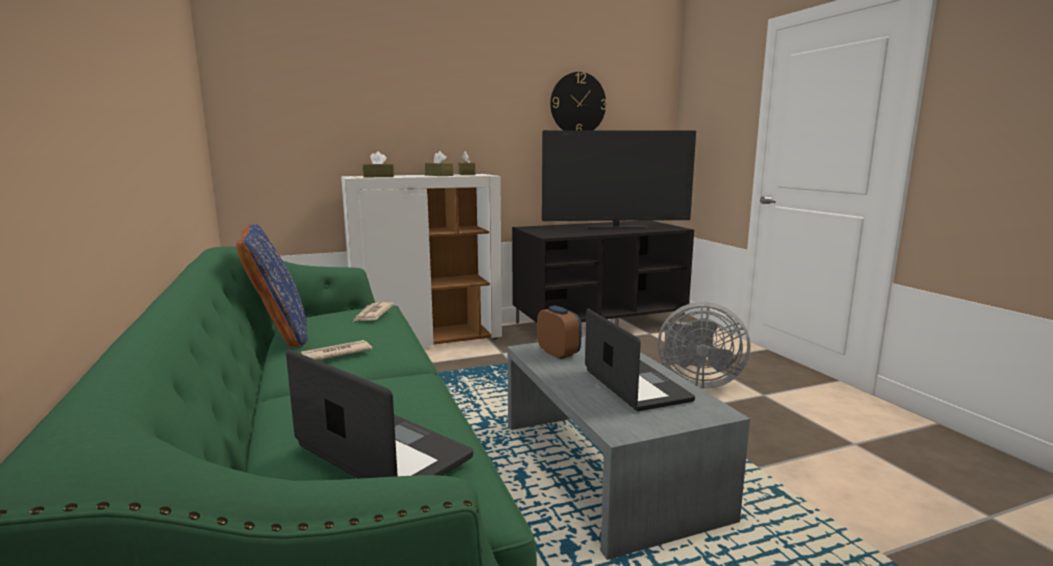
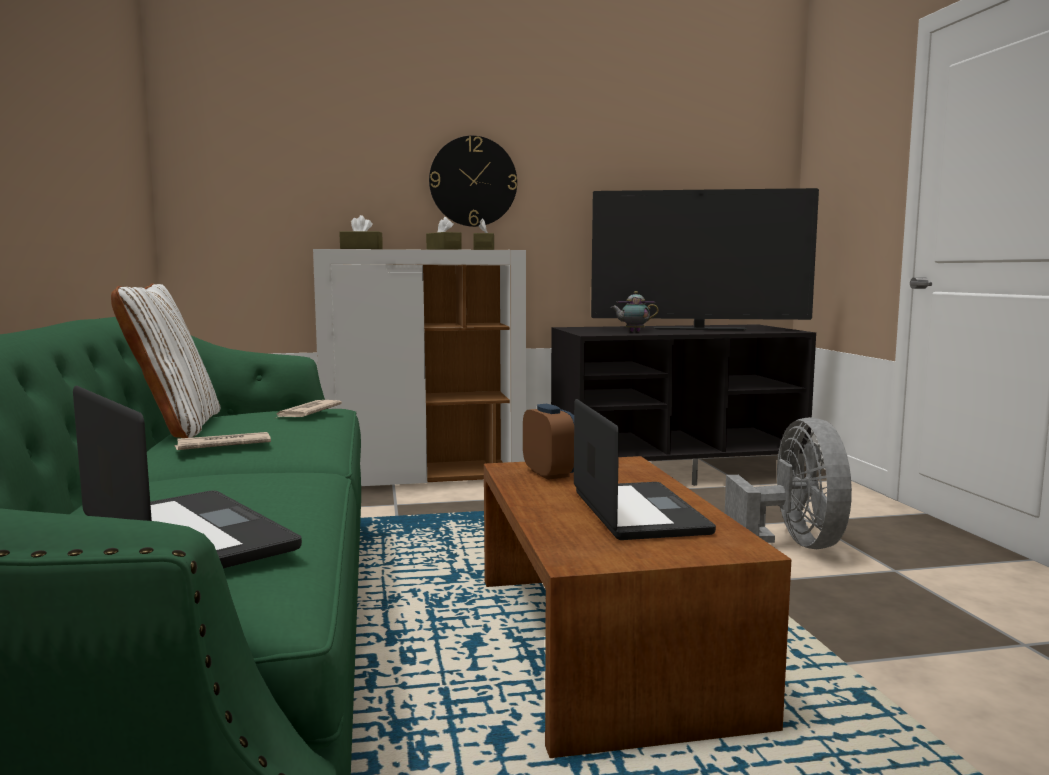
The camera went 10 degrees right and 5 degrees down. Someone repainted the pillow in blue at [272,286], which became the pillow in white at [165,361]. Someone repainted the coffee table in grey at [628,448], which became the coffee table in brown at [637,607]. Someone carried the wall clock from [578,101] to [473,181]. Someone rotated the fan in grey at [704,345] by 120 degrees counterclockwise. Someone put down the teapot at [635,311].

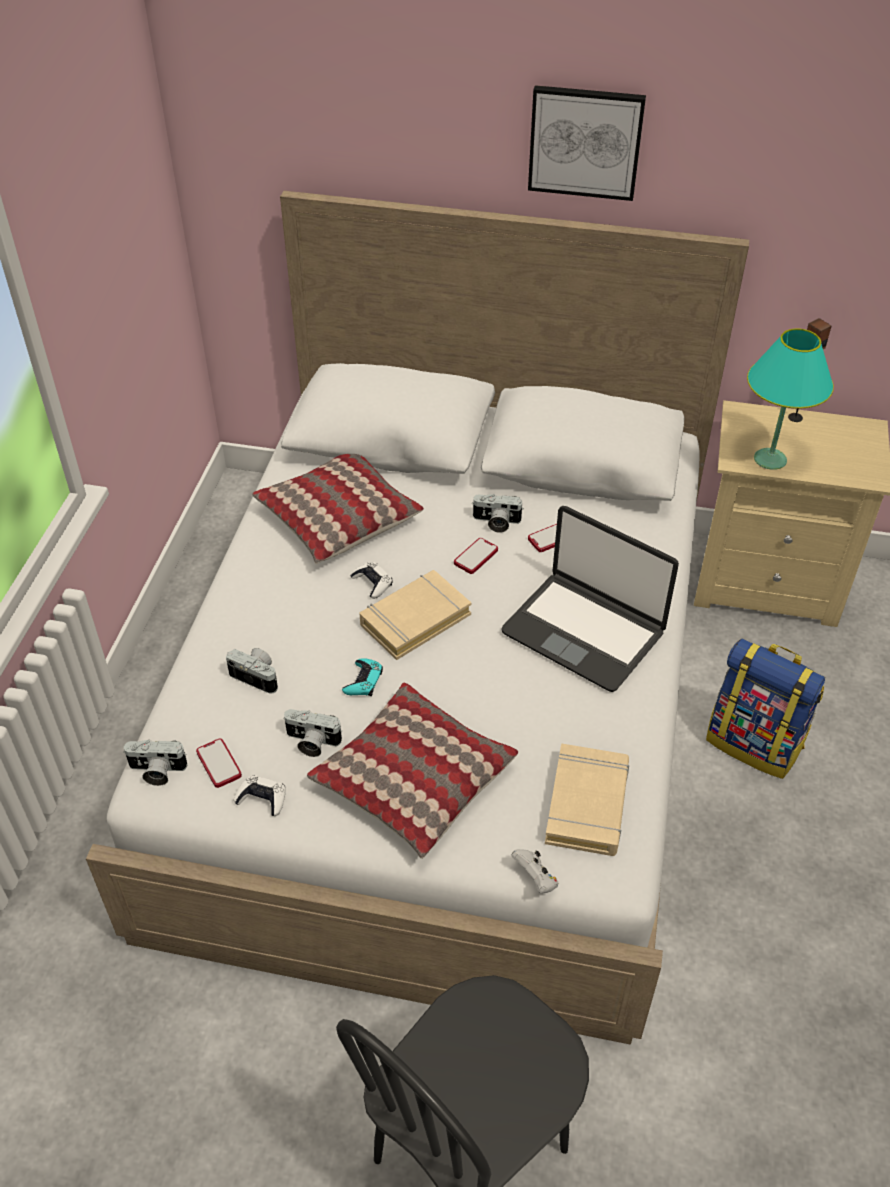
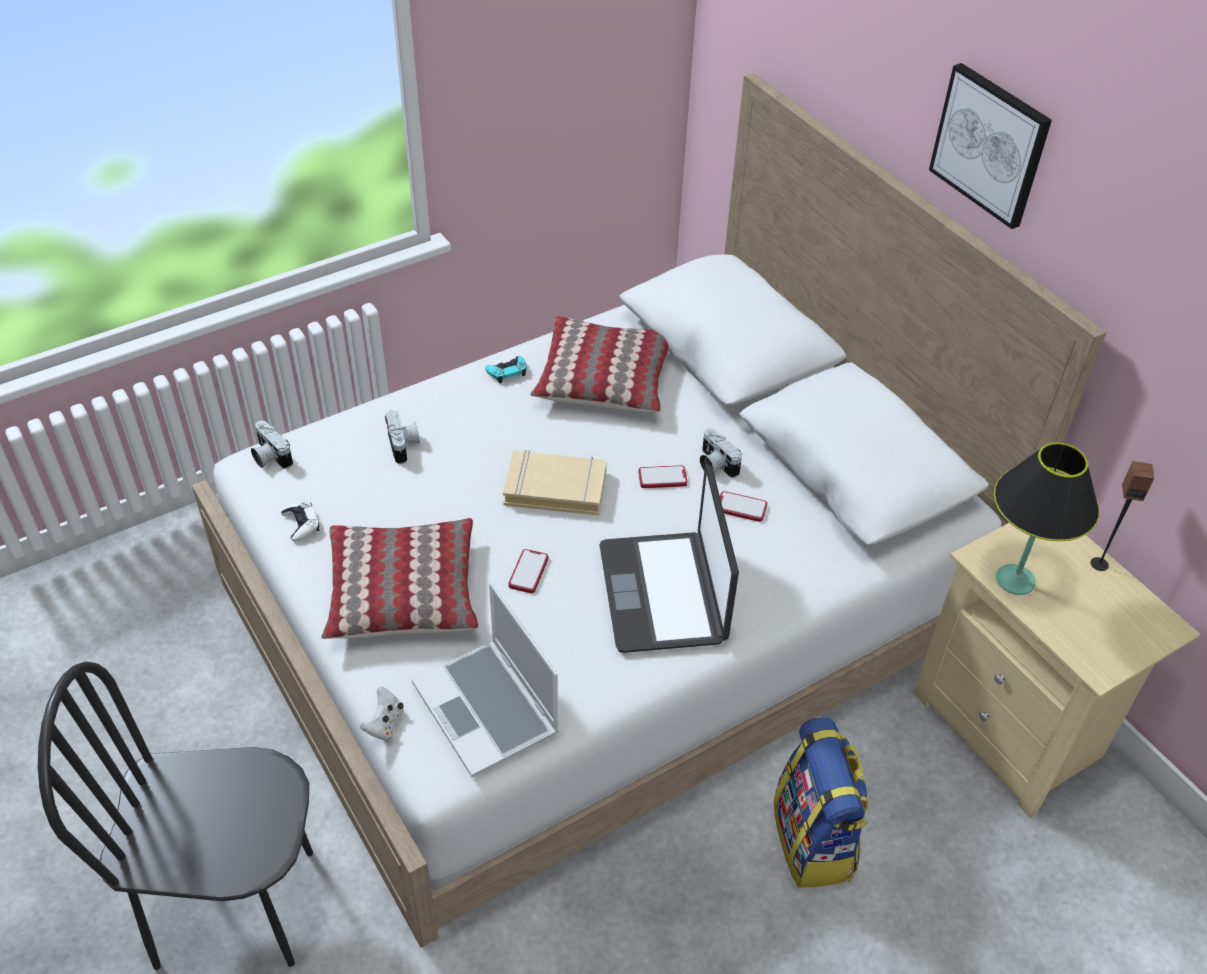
The camera went 45 degrees right and 0 degrees up. Someone carried the phone from [219,763] to [528,571]. Someone took away the photo camera at [312,733]. Someone carried the game controller in turquoise from [362,677] to [505,369]. Someone took away the game controller in white at [372,580]. Someone swapped the book in beige at [587,799] for the laptop at [485,680]. Someone repainted the table lamp in turquoise at [790,399], which became the table lamp in black at [1046,518].

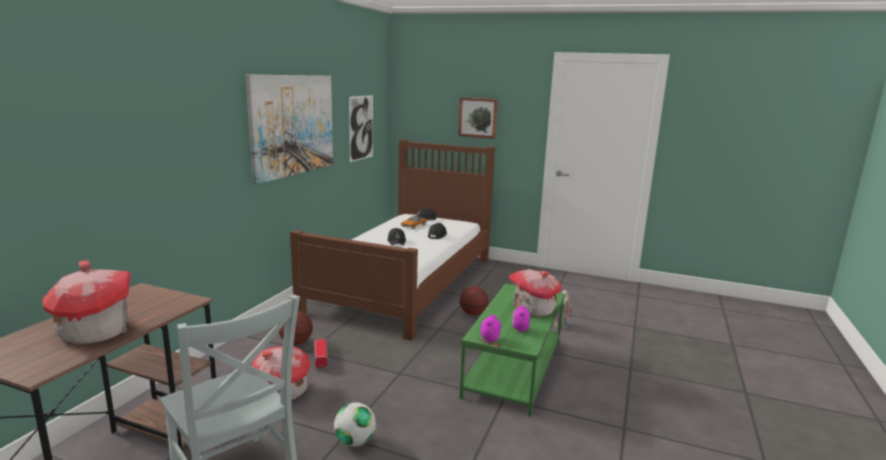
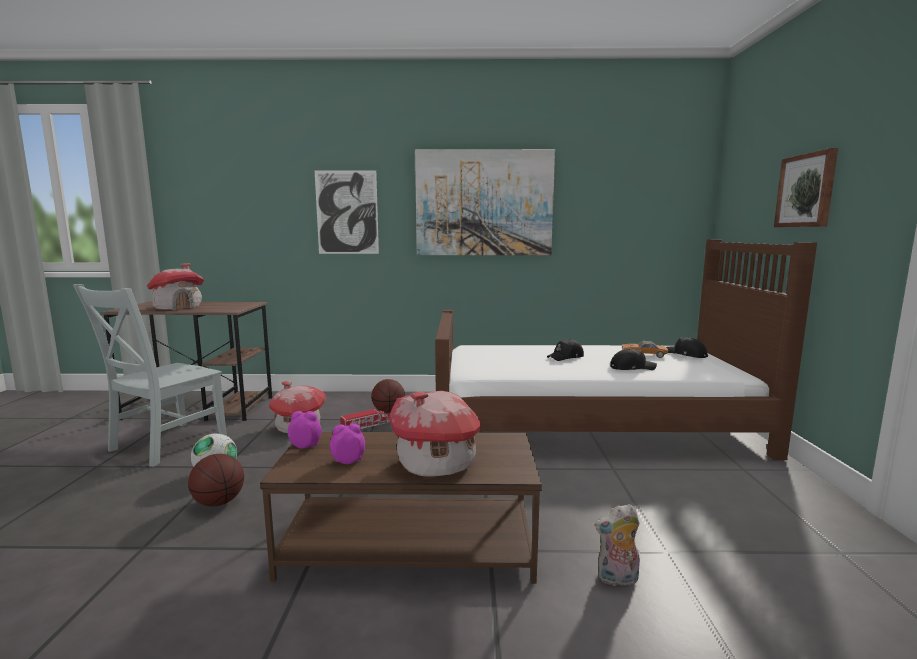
The camera went 70 degrees right and 5 degrees down. Someone carried the picture from [361,128] to [347,212]. Someone repainted the coffee table in green at [512,350], which became the coffee table in brown at [401,508]. Someone carried the basketball from [474,300] to [216,480].

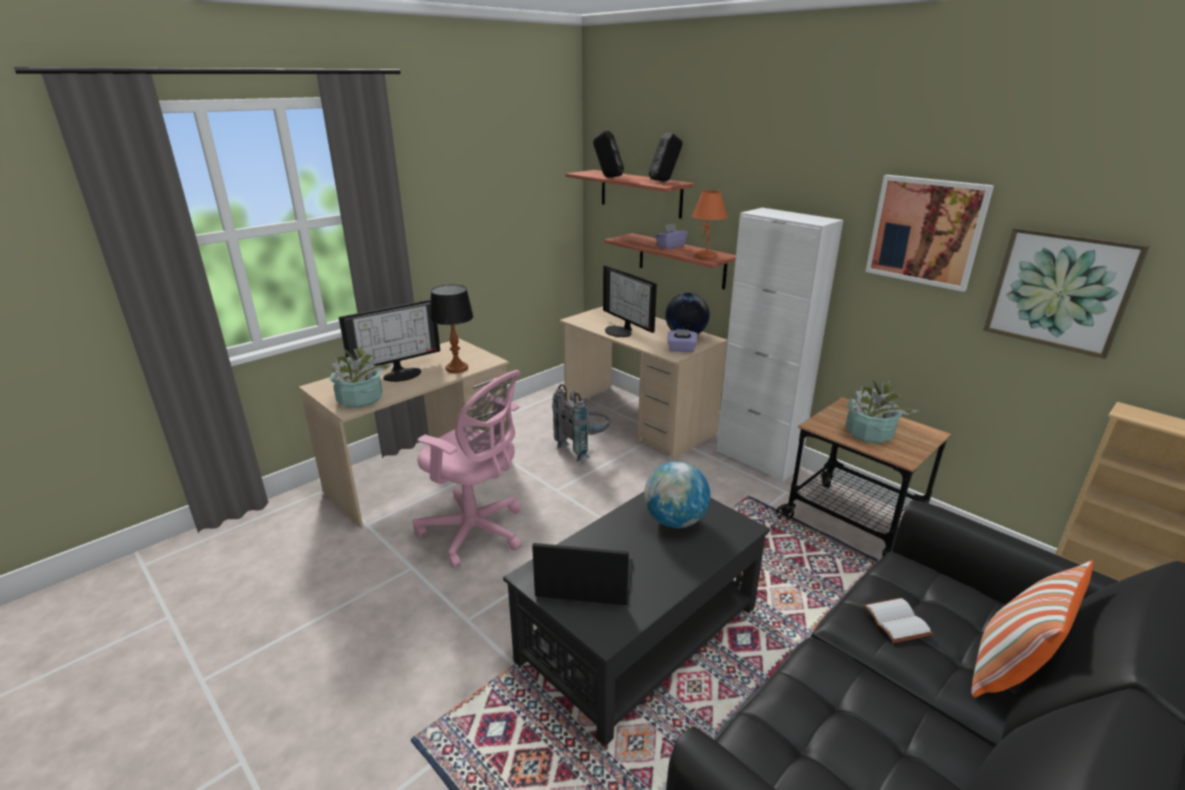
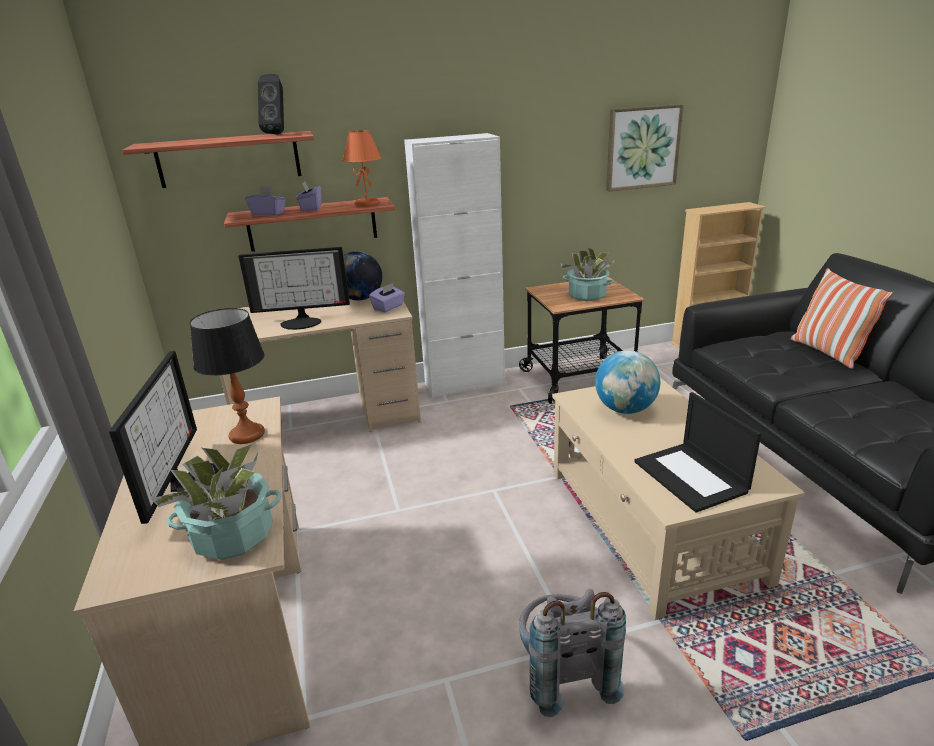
The camera went 60 degrees left and 0 degrees up. Someone took away the office chair in pink at [467,469]. Someone repainted the coffee table in black at [636,619], which became the coffee table in beige at [678,499]. Someone rotated the laptop at [582,574] by 60 degrees counterclockwise. Someone carried the backpack in grey from [581,422] to [572,653]. Someone took away the speaker in black at [608,154]. Someone took away the book in white at [898,620]. Someone took away the picture at [929,233]. Someone put down the tissue box in purple at [265,201].

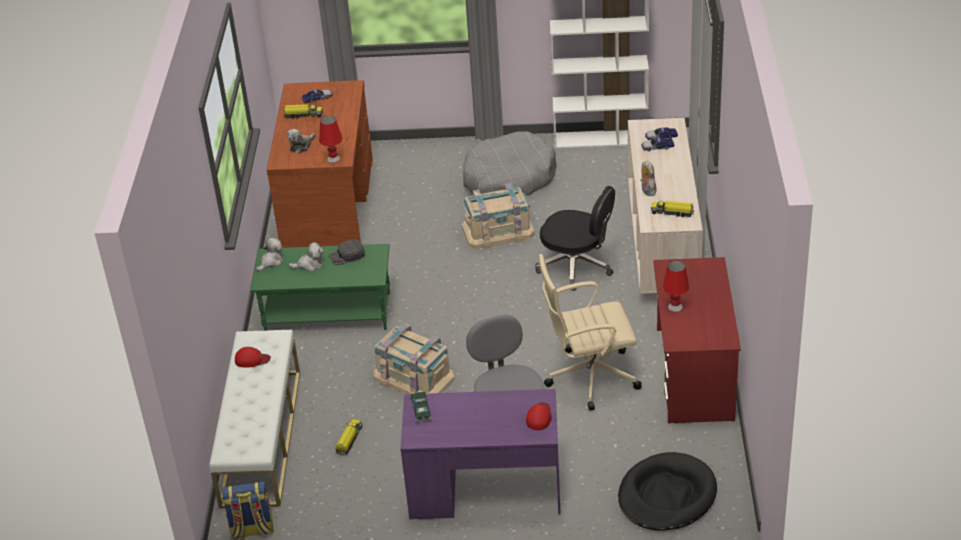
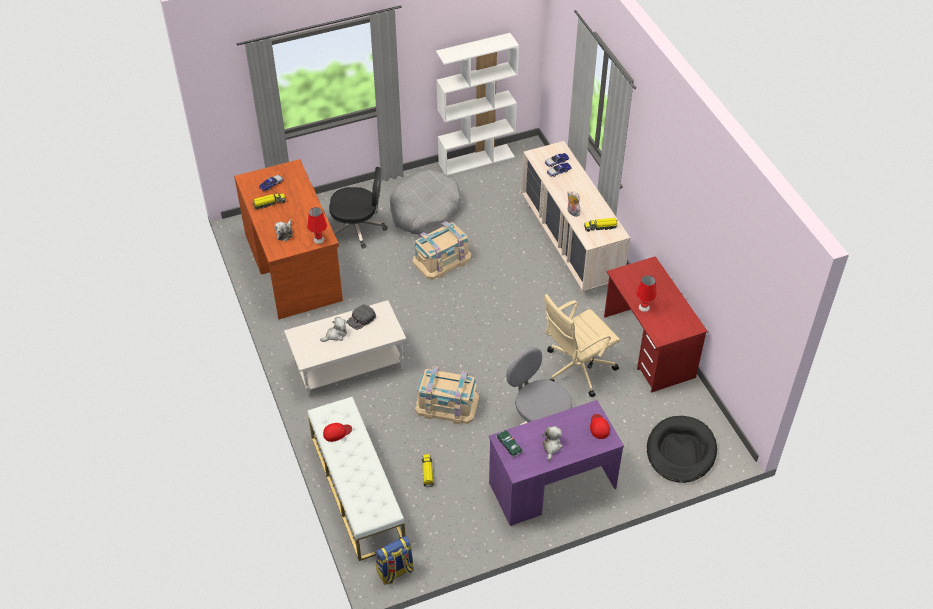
The camera went 25 degrees left and 10 degrees up. Someone repainted the coffee table in green at [320,287], which became the coffee table in white at [345,349]. Someone carried the plush toy from [269,255] to [552,443]. Someone carried the office chair in black from [575,238] to [358,208].

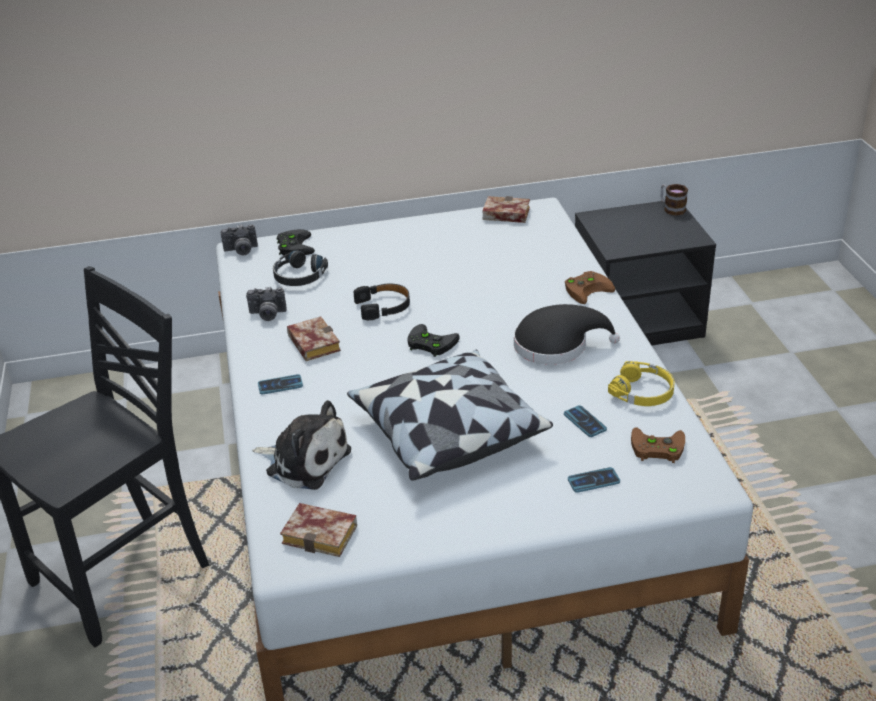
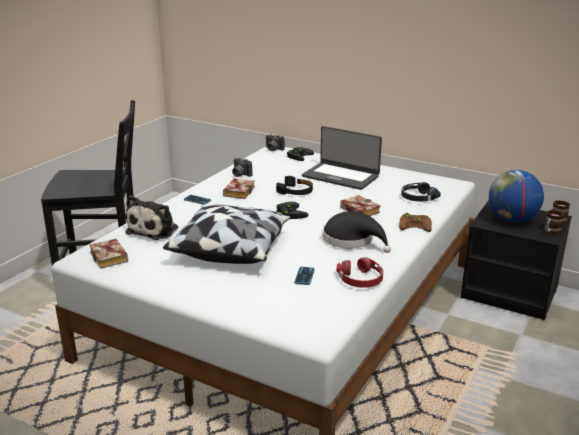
The camera went 40 degrees right and 10 degrees down. Someone rotated the plush toy at [301,445] by 45 degrees clockwise. Someone carried the headphones in black from [300,268] to [421,192]. Someone carried the book from [506,209] to [360,205]. Someone took away the phone at [594,480]. Someone repainted the headphones in yellow at [641,383], which became the headphones in red at [360,273]. Someone took away the game controller in brown at [658,445]. Someone put down the laptop at [342,158]. Someone put down the globe at [516,196]. Someone put down the mug at [554,222].

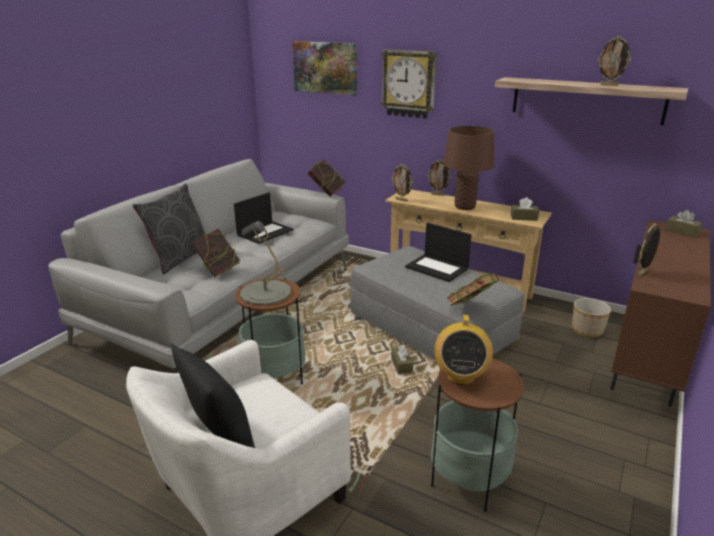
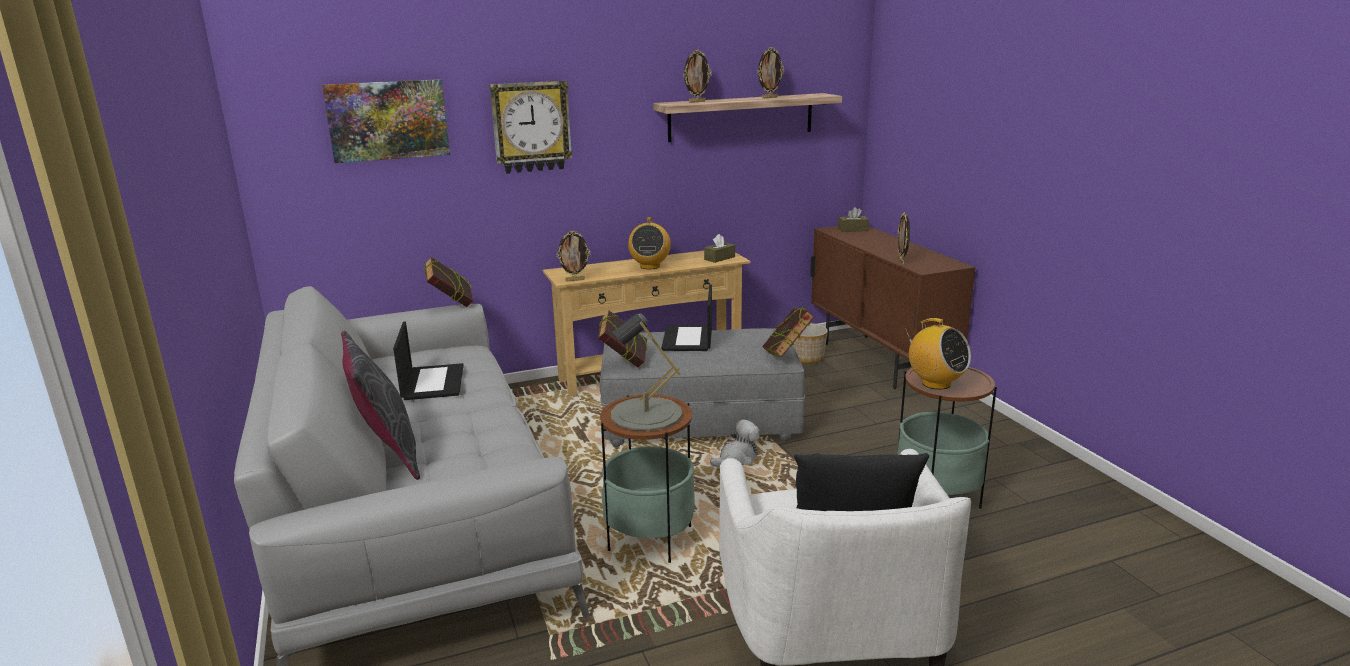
The camera went 50 degrees left and 5 degrees down. Someone carried the book from [216,253] to [623,338]. Someone swapped the tissue box in brown at [402,359] for the plush toy at [735,443]. Someone rotated the laptop at [438,252] by 105 degrees clockwise. Someone carried the picture frame from [439,177] to [697,76]. Someone swapped the table lamp in brown at [468,168] for the radio at [649,243].

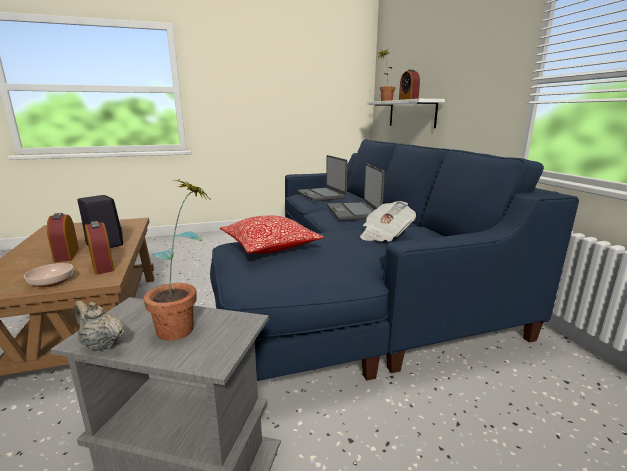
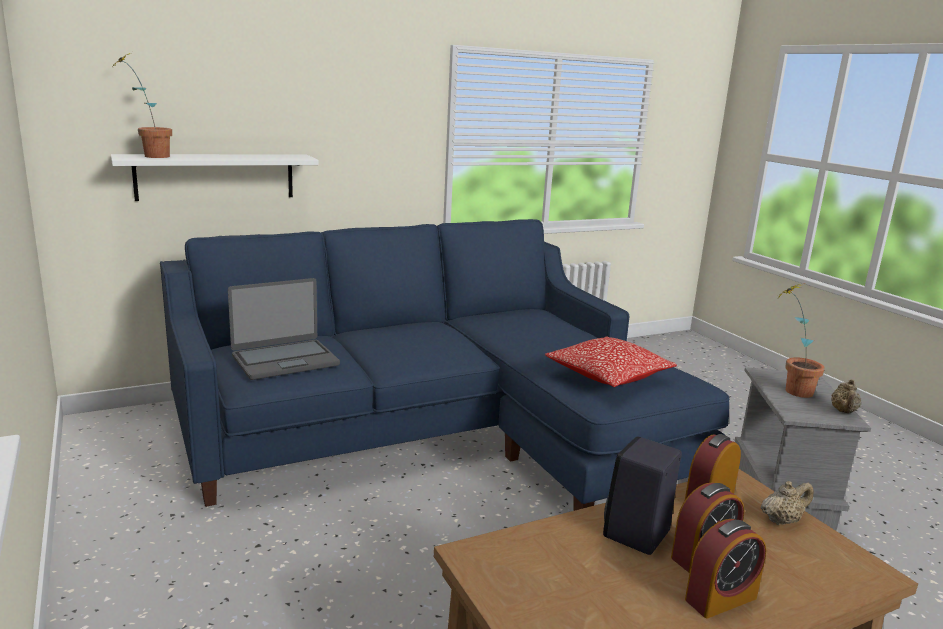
The camera went 100 degrees left and 0 degrees up. Someone swapped the bowl at [48,275] for the teapot in beige at [787,503]. Someone took away the laptop at [356,191]. Someone took away the newspaper at [388,221]. Someone carried the alarm clock from [409,84] to [725,568].

